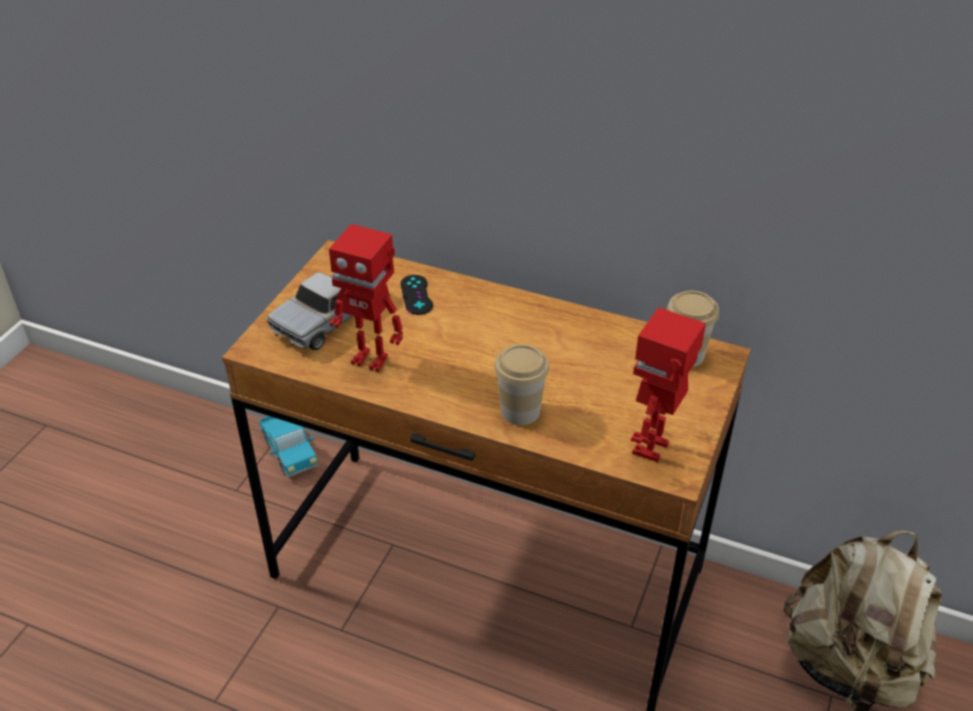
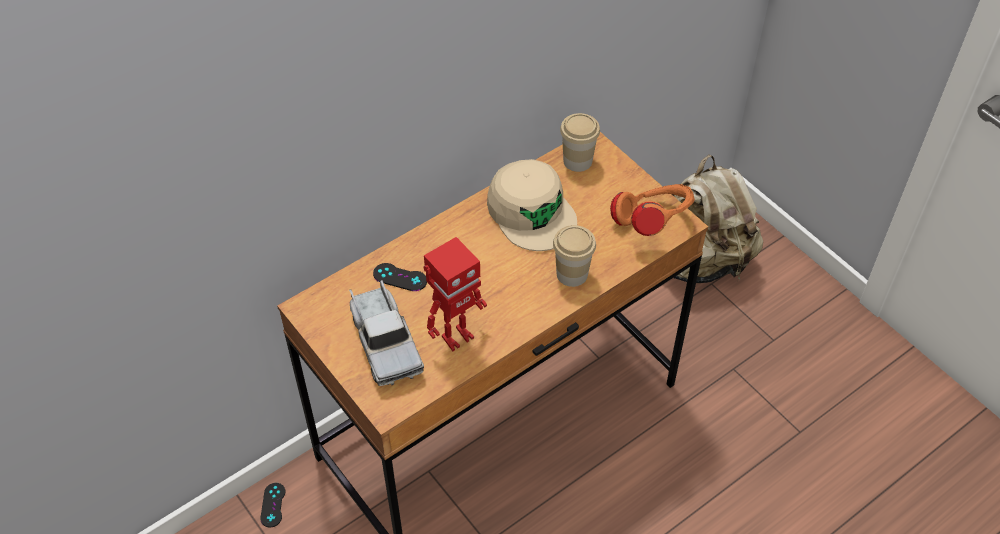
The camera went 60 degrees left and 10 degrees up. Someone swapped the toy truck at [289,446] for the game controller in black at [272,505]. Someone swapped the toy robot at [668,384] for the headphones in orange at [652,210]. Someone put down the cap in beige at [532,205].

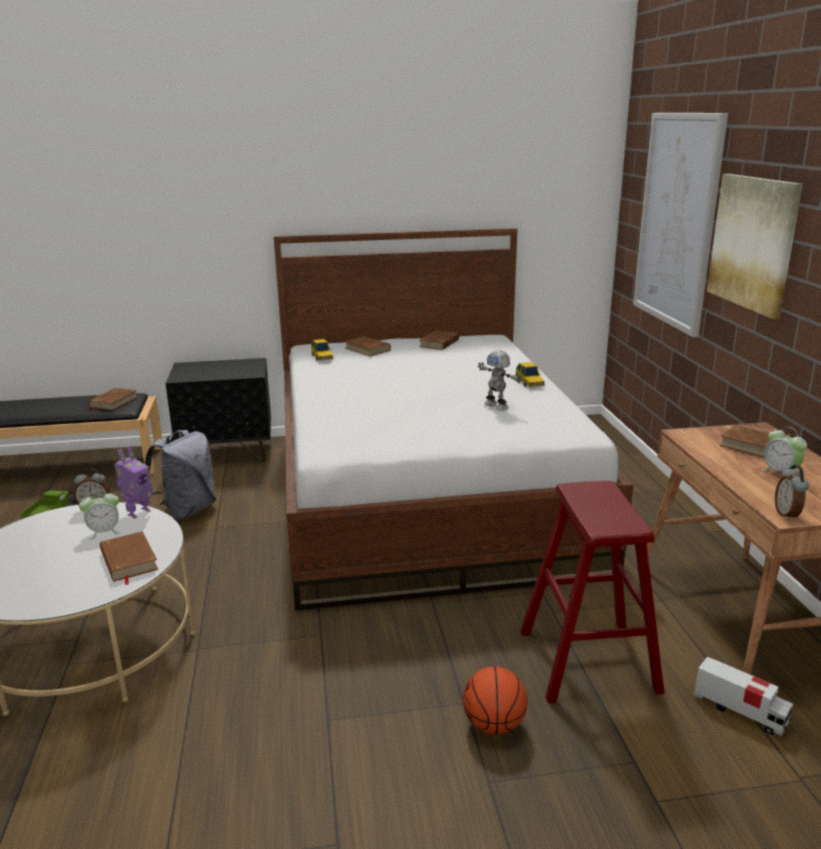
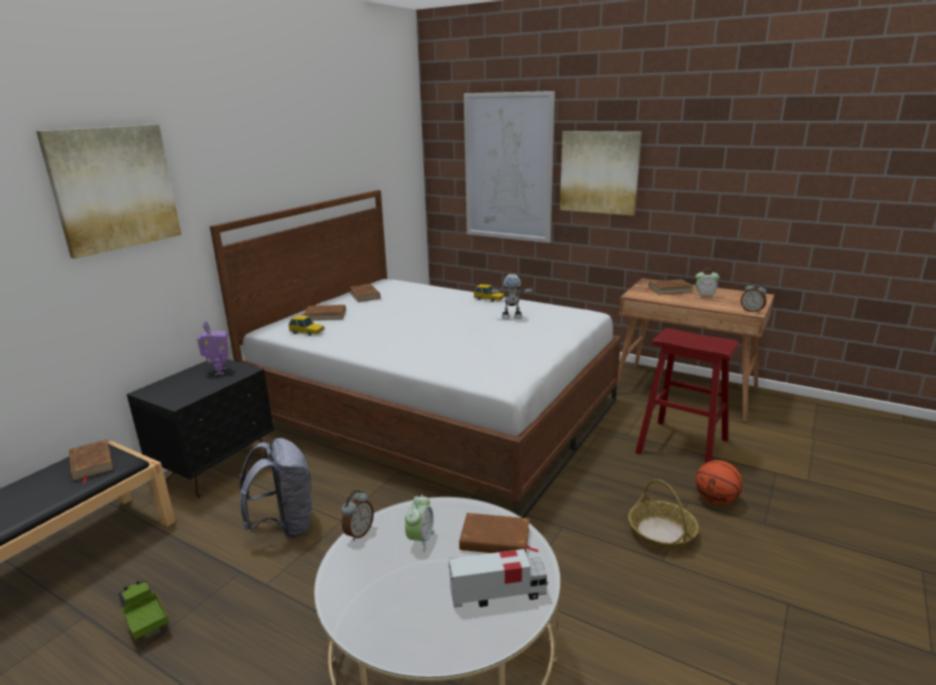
The camera went 50 degrees left and 0 degrees up. Someone carried the toy robot from [133,482] to [212,348]. Someone carried the toy truck from [743,696] to [498,578]. Someone put up the picture at [108,191]. Someone put down the basket at [663,514].

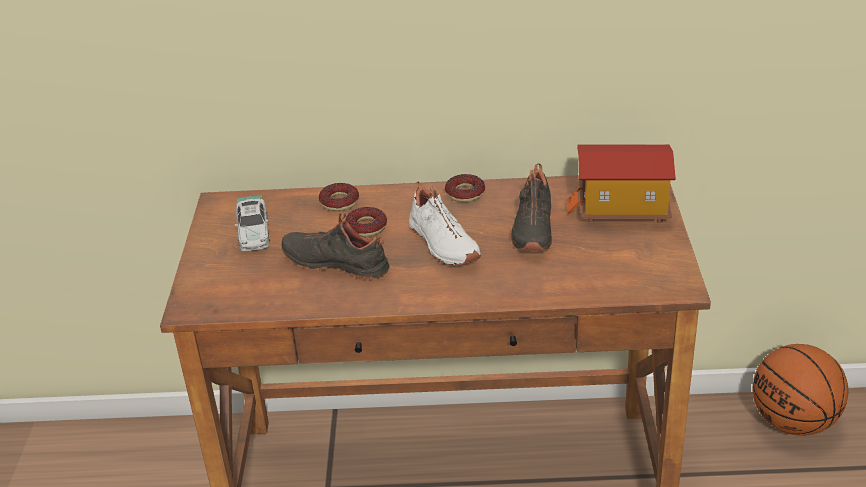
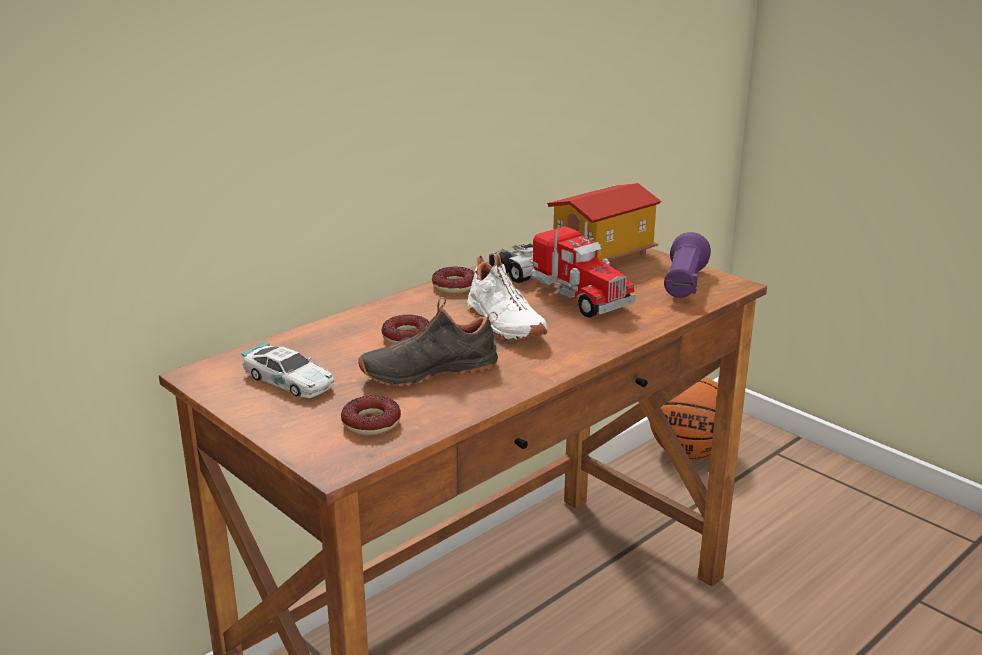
The camera went 45 degrees left and 10 degrees down. Someone carried the donut from [339,197] to [371,415]. Someone rotated the shoe in white at [445,224] by 45 degrees clockwise. Someone swapped the shoe in black at [531,207] for the toy truck at [562,269]. Someone put down the flashlight in purple at [687,265].

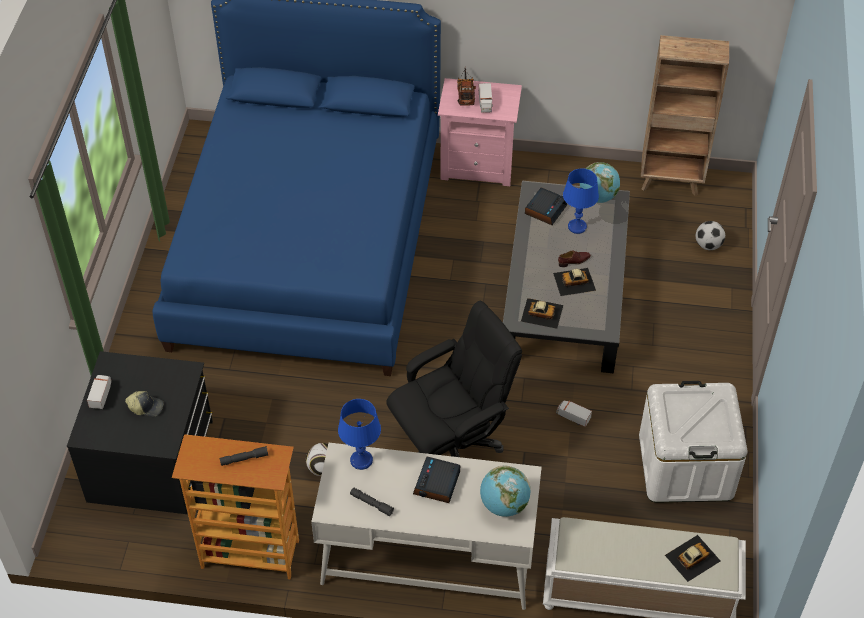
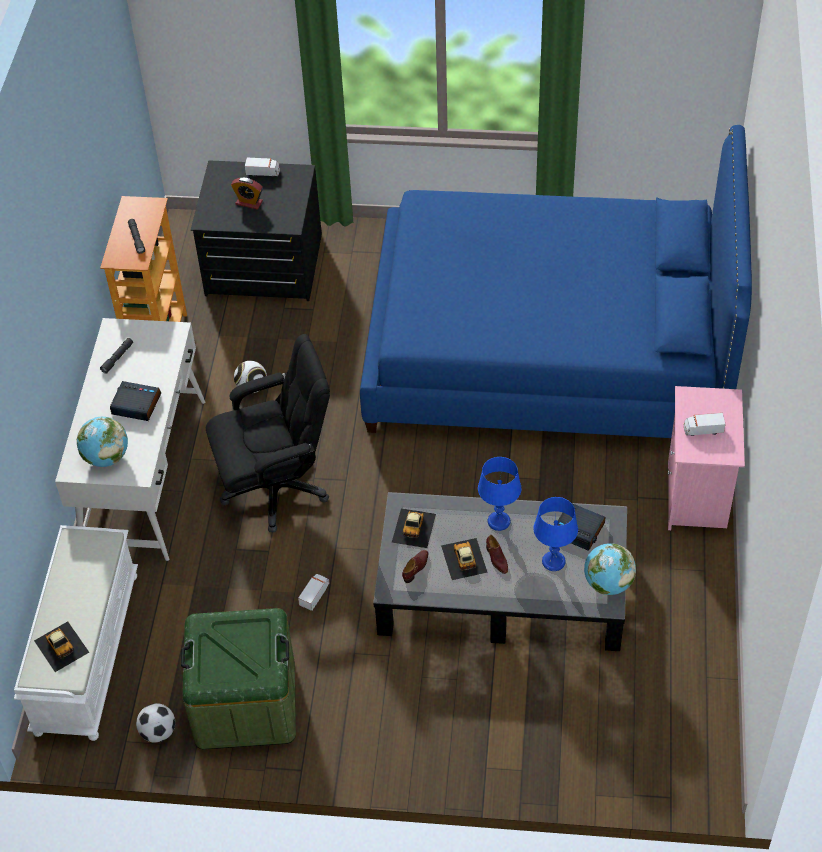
The camera went 90 degrees right and 0 degrees up. Someone swapped the cap at [144,404] for the alarm clock at [247,194]. Someone carried the table lamp in blue from [359,434] to [500,494]. Someone rotated the office chair in black at [454,379] by 75 degrees counterclockwise. Someone took away the toy truck at [466,87]. Someone repainted the storage box in white at [693,442], which became the storage box in green at [238,679]. Someone took away the bookcase in brown at [685,115]. Someone carried the football from [710,235] to [155,723]. Someone put down the shoe in brown at [415,566].

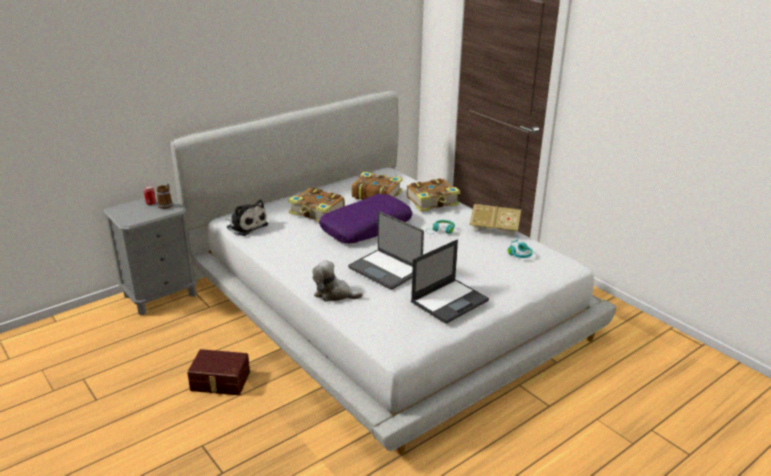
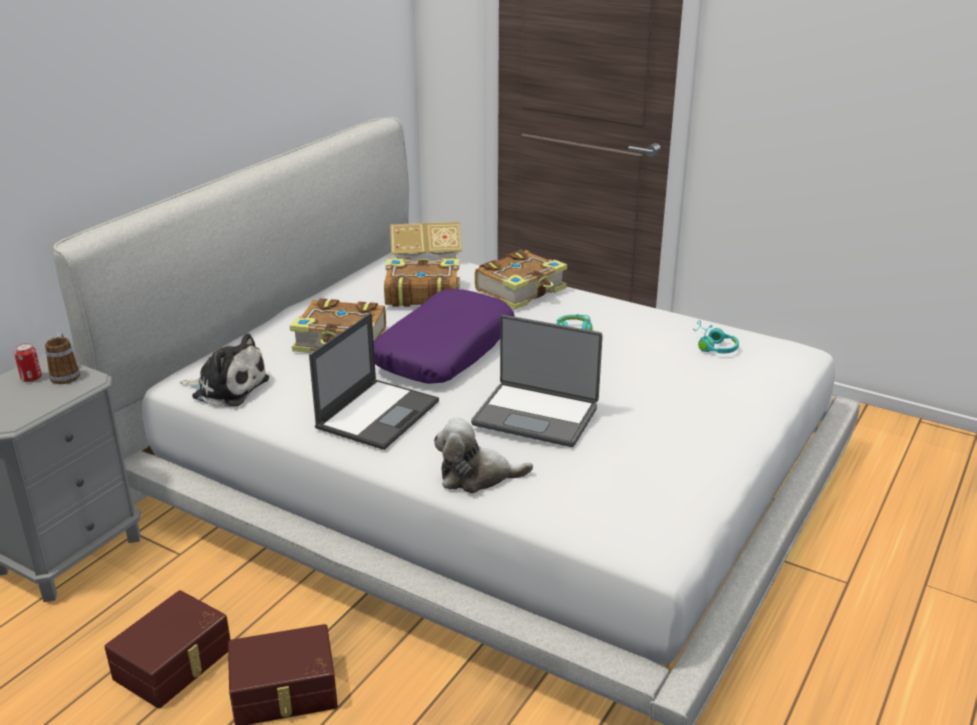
The camera went 20 degrees left and 0 degrees up. Someone carried the laptop from [450,281] to [374,381]. Someone carried the book from [495,220] to [426,241]. Someone put down the storage box in brown at [167,649].

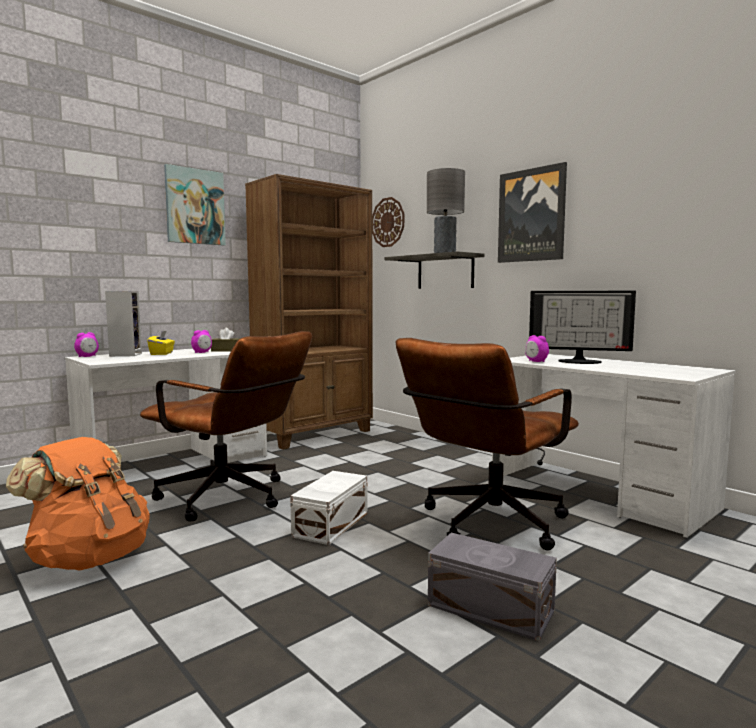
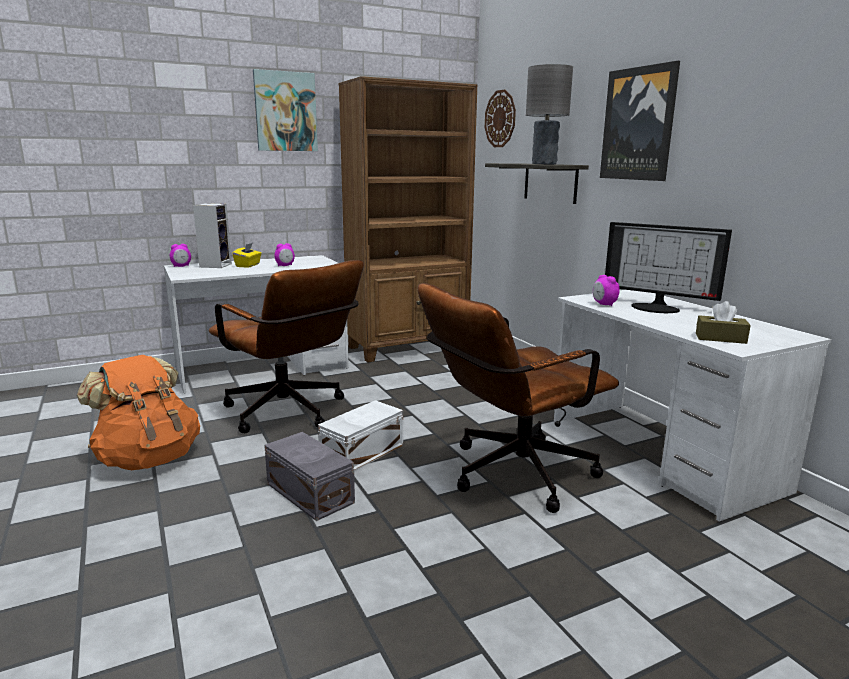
The camera went 15 degrees right and 10 degrees up. Someone carried the tissue box in brown from [225,339] to [723,322]. Someone carried the storage box in grey from [492,587] to [309,476].

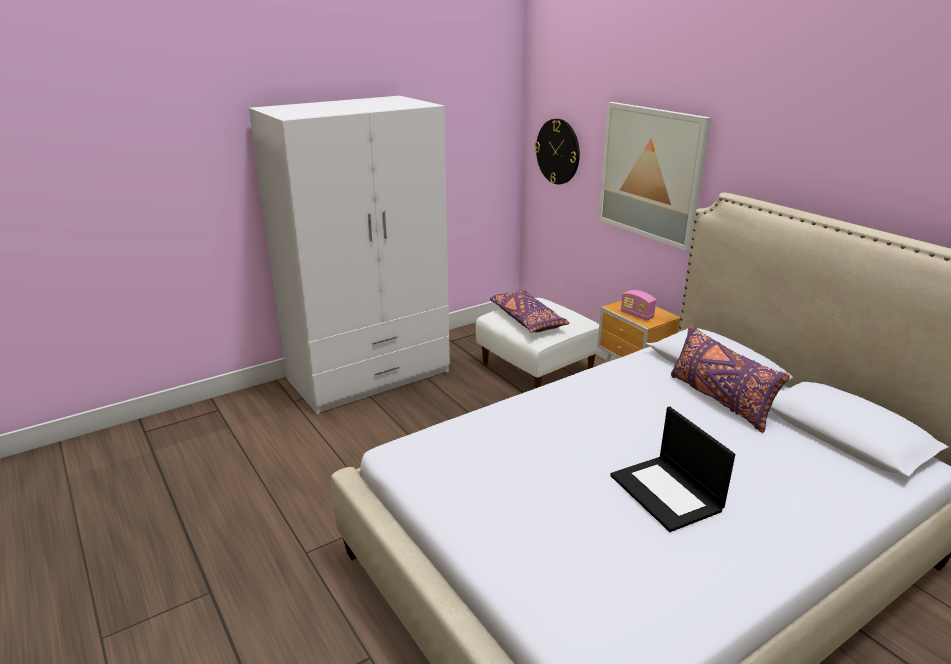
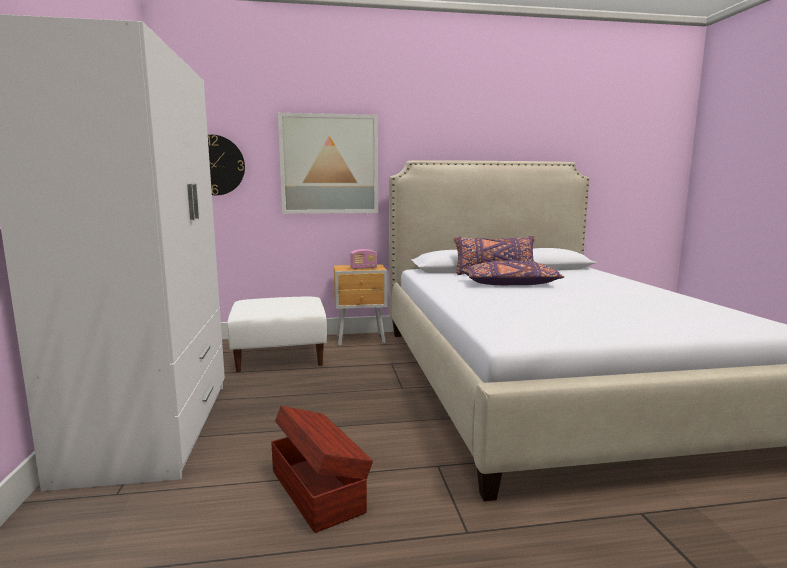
The camera went 65 degrees left and 15 degrees down. Someone carried the pillow in purple from [530,311] to [512,272]. Someone took away the laptop at [672,469]. Someone put down the storage box in brown at [322,469].

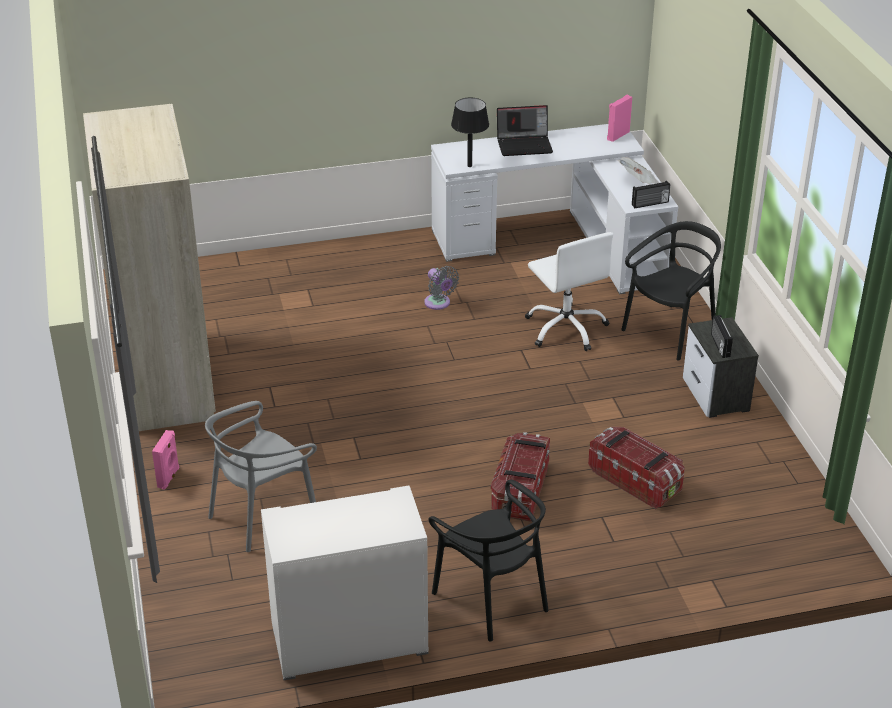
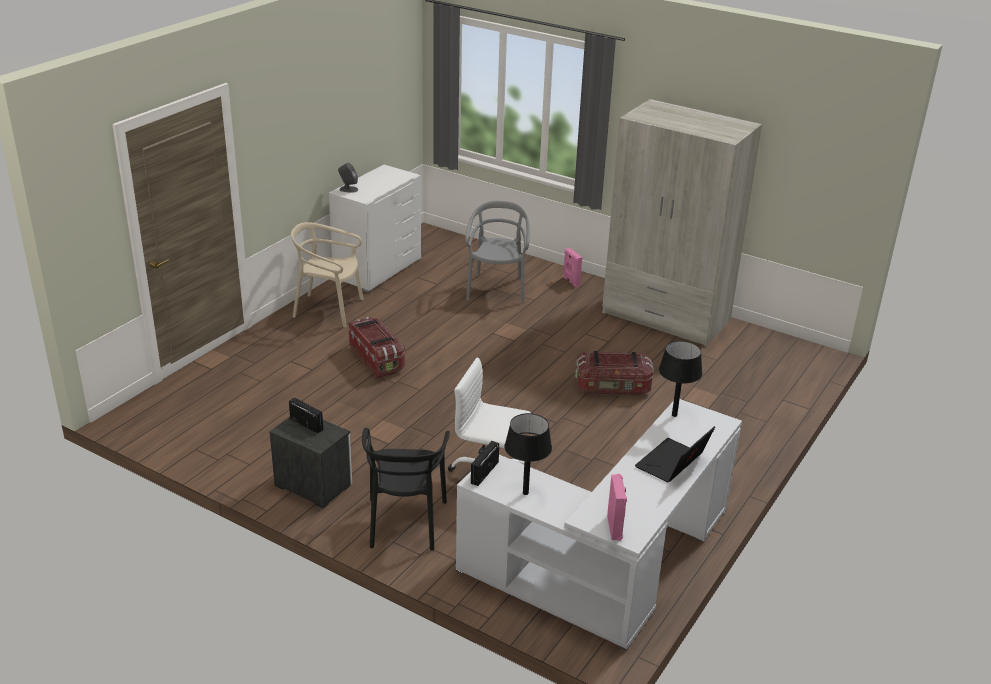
The camera went 135 degrees right and 5 degrees down. Someone took away the fan in grey at [441,288]. Someone repainted the chair in black at [488,560], which became the chair in beige at [327,274]. Someone carried the storage box from [636,468] to [614,373]. Someone swapped the newspaper at [638,171] for the table lamp in black at [528,454]. Someone put down the speaker in grey at [348,177].

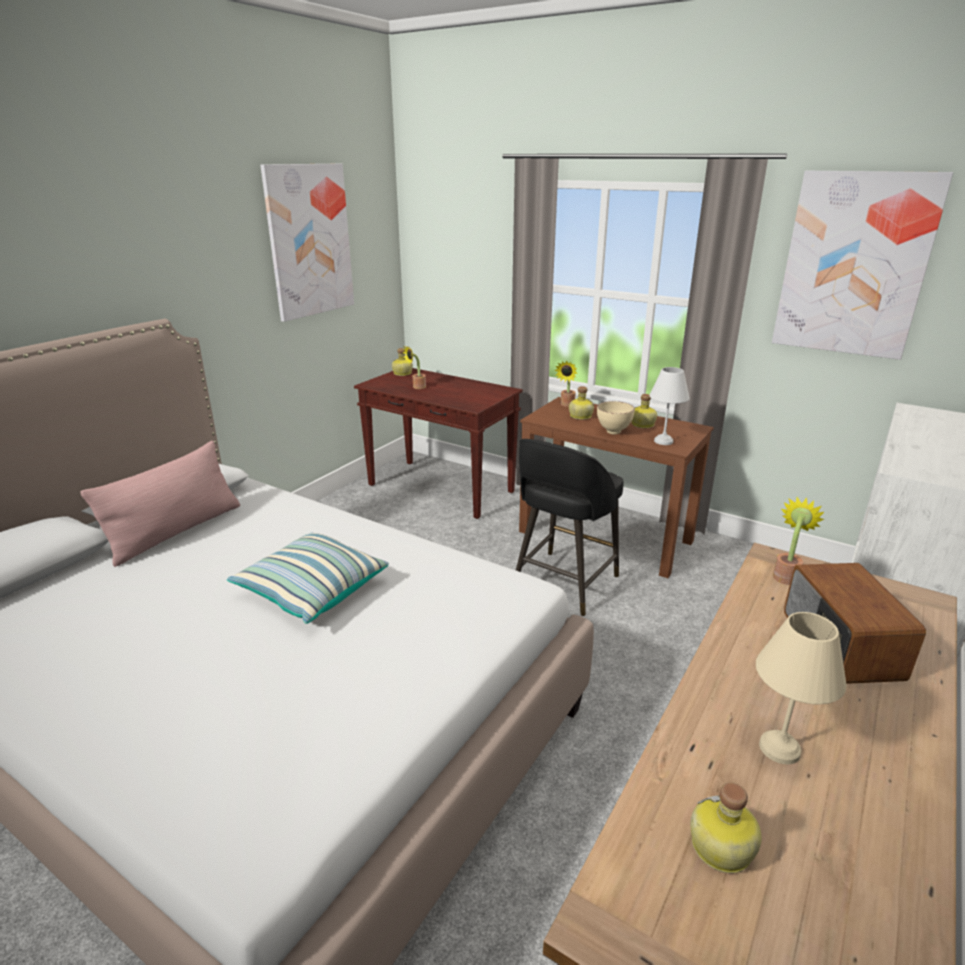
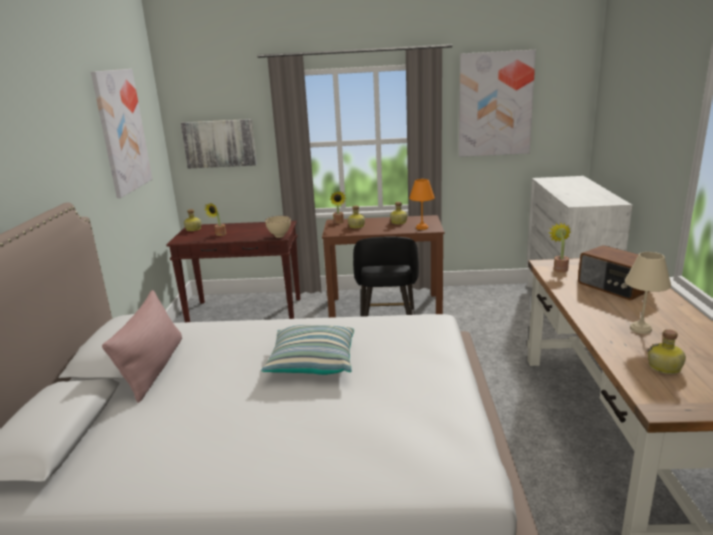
The camera went 30 degrees left and 5 degrees down. Someone carried the bowl in beige from [616,418] to [278,227]. Someone repainted the table lamp in white at [669,406], which became the table lamp in orange at [422,204]. Someone put up the picture at [219,144].

